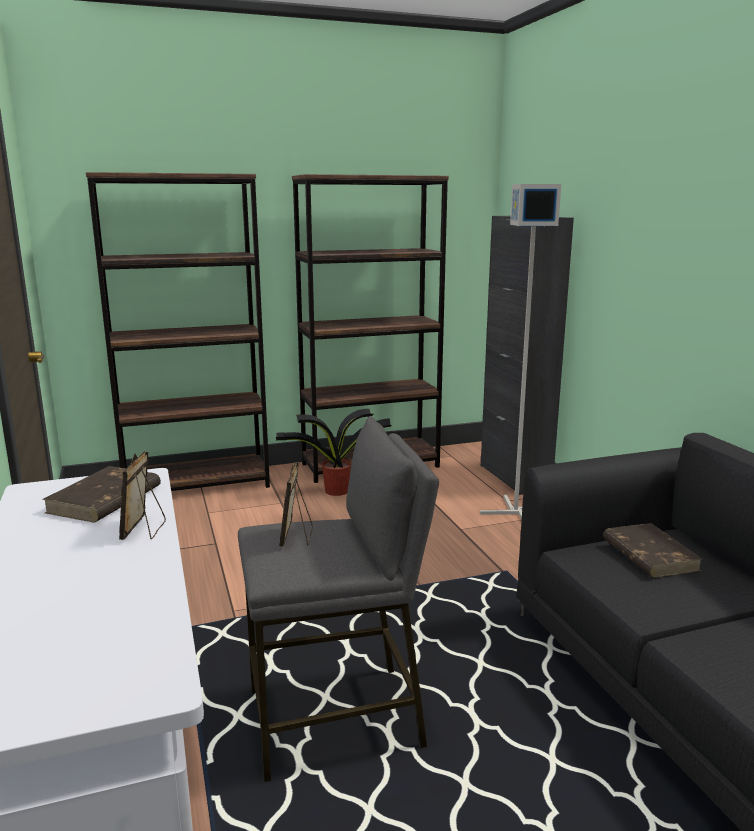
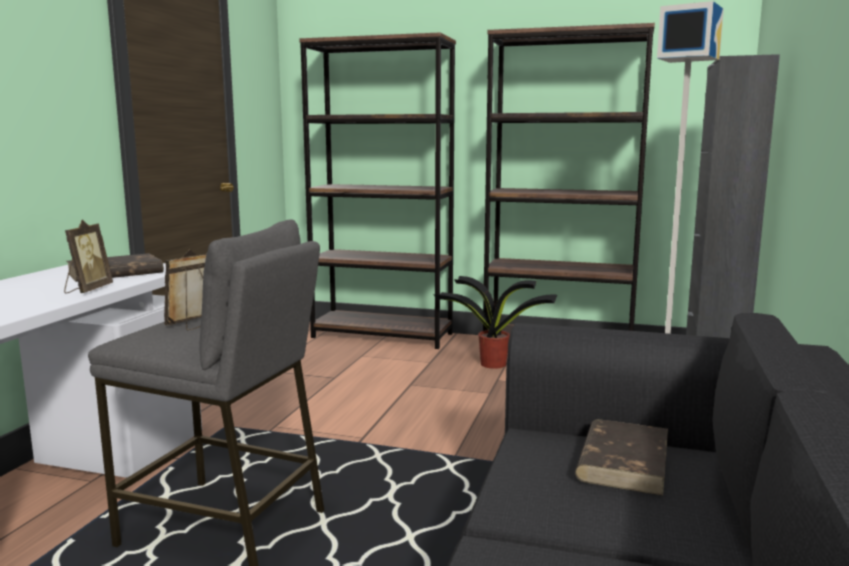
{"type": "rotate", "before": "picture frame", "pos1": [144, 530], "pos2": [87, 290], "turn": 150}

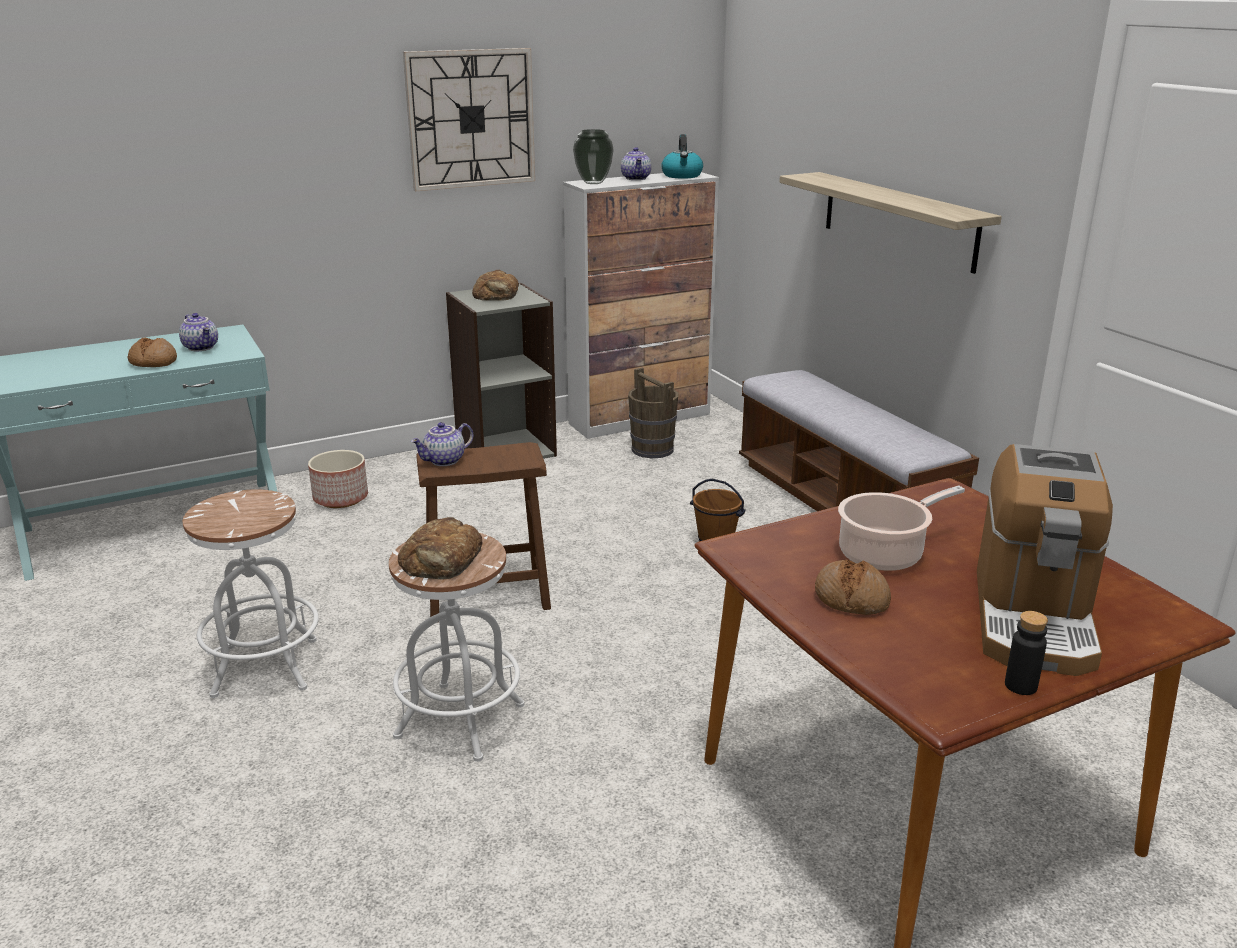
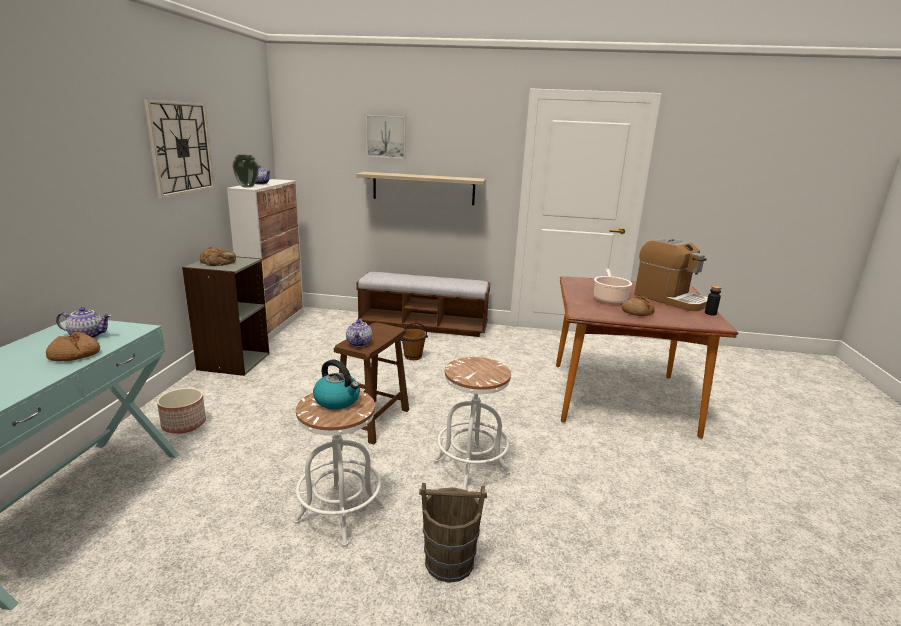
{"type": "move", "before": "kettle", "pos1": [682, 176], "pos2": [338, 400]}
{"type": "insert", "after": "picture", "pos2": [386, 136]}
{"type": "move", "before": "brown bucket", "pos1": [652, 449], "pos2": [448, 562]}
{"type": "delete", "before": "bread", "pos1": [441, 560]}

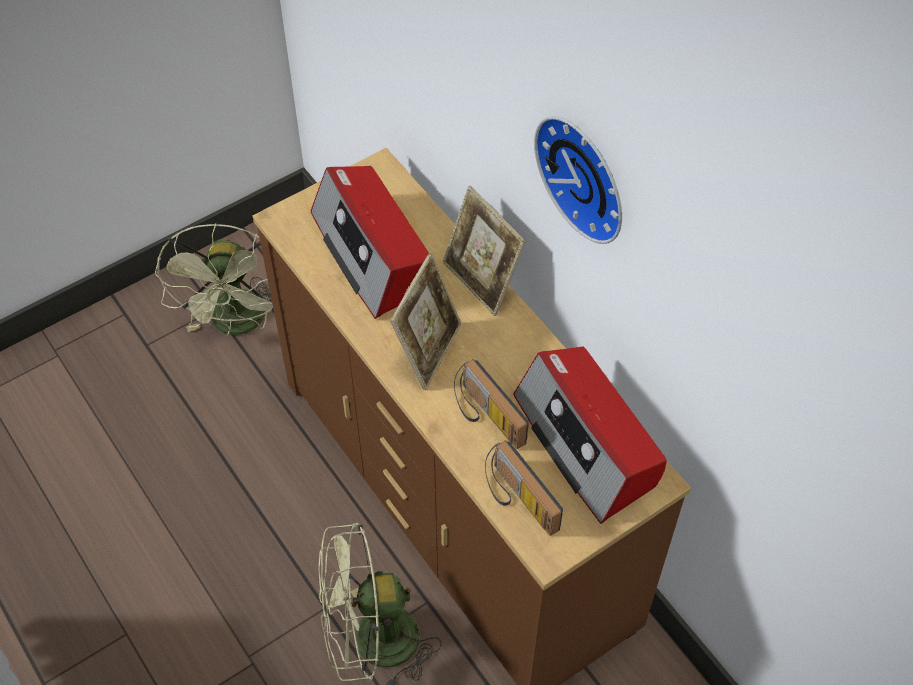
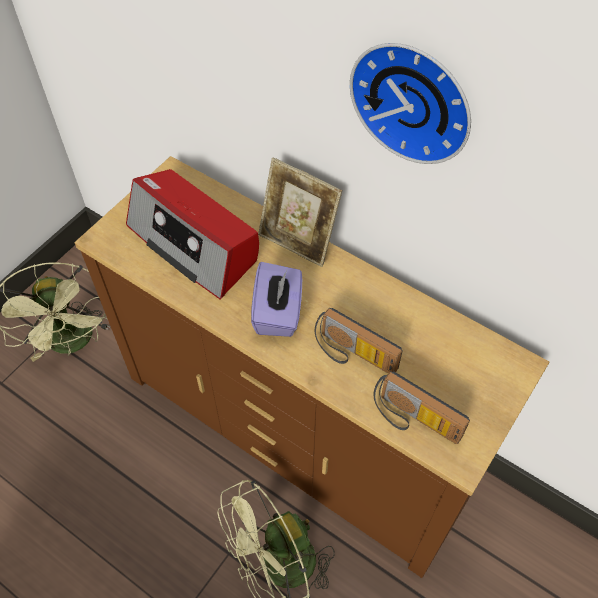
{"type": "replace", "before": "picture frame", "after": "purple tissue box", "pos1": [428, 350], "pos2": [278, 313]}
{"type": "delete", "before": "radio", "pos1": [587, 442]}

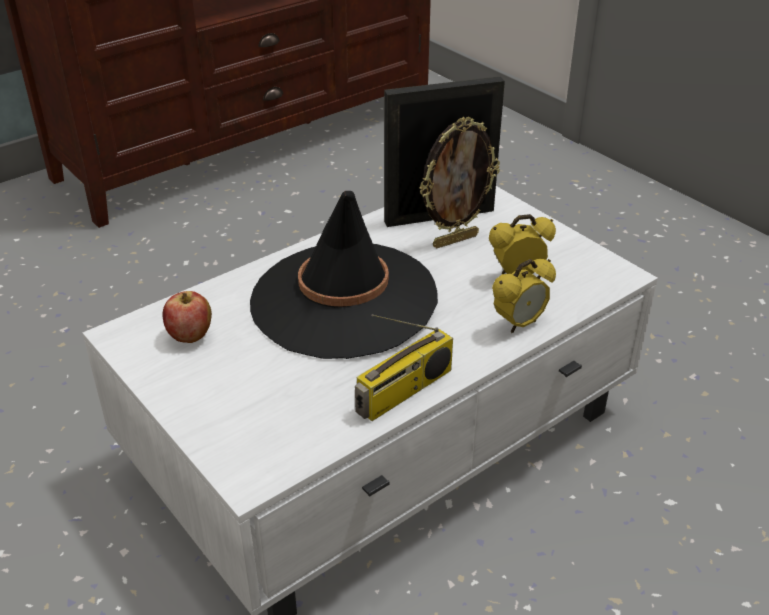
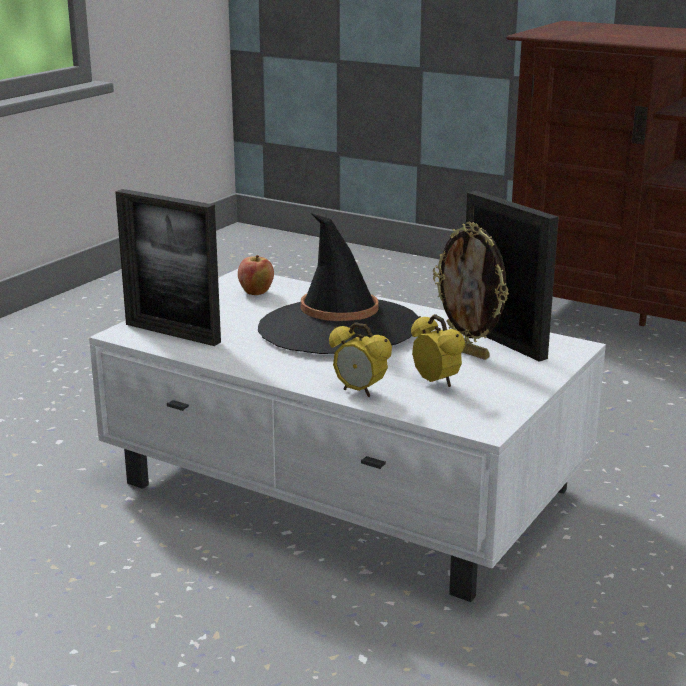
{"type": "insert", "after": "picture frame", "pos2": [172, 333]}
{"type": "delete", "before": "radio", "pos1": [404, 392]}

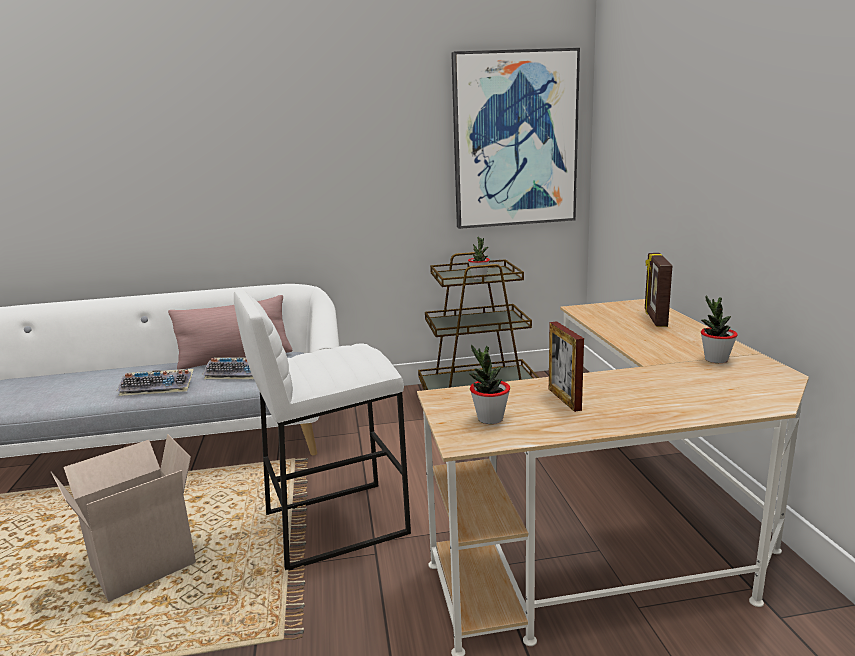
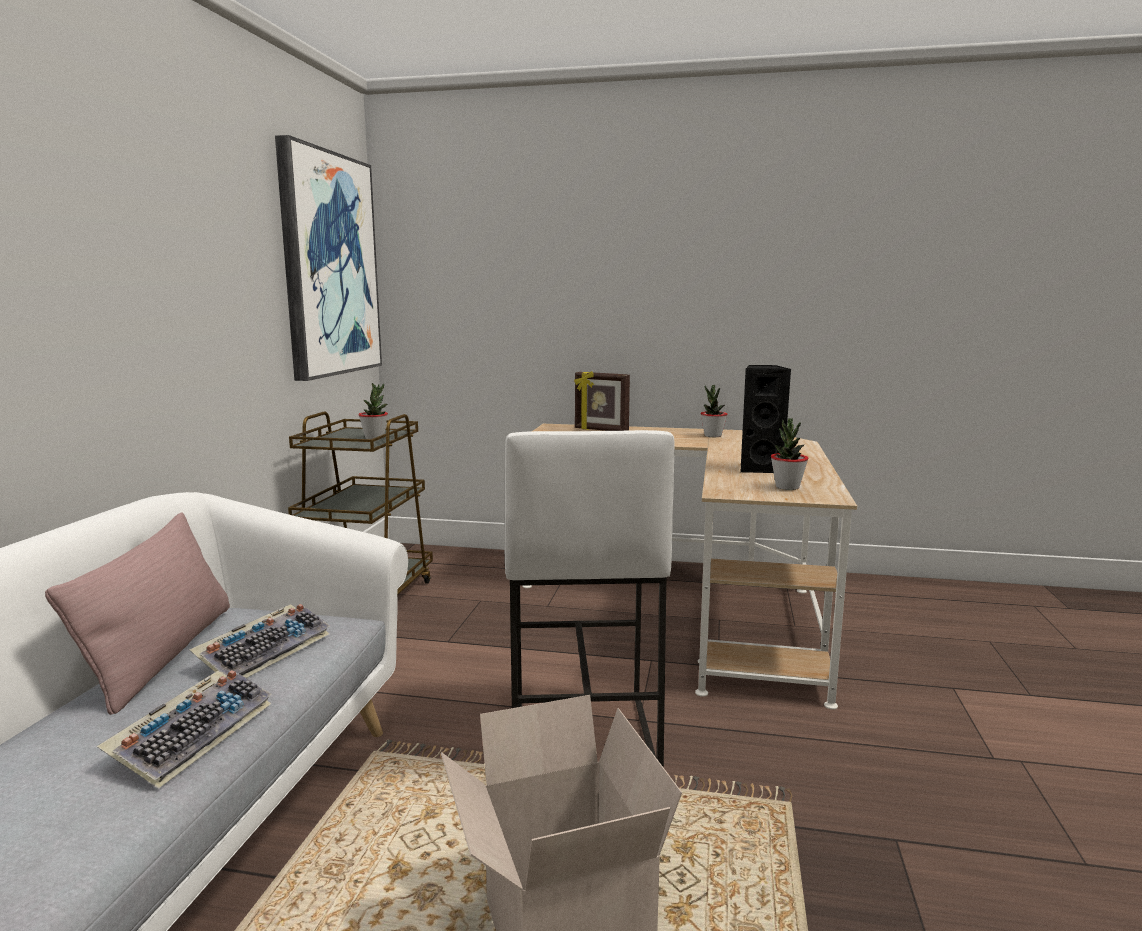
{"type": "replace", "before": "picture frame", "after": "black speaker", "pos1": [564, 399], "pos2": [760, 469]}

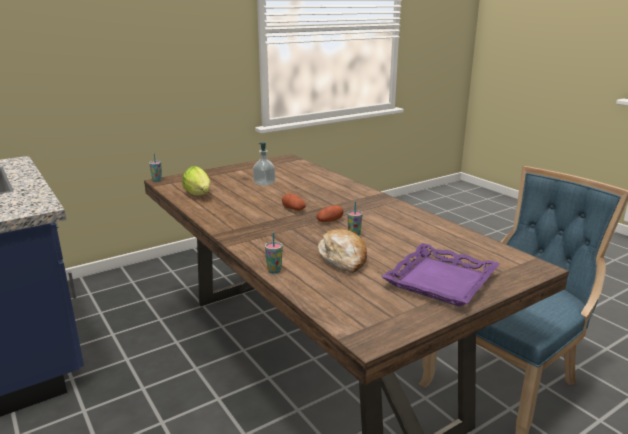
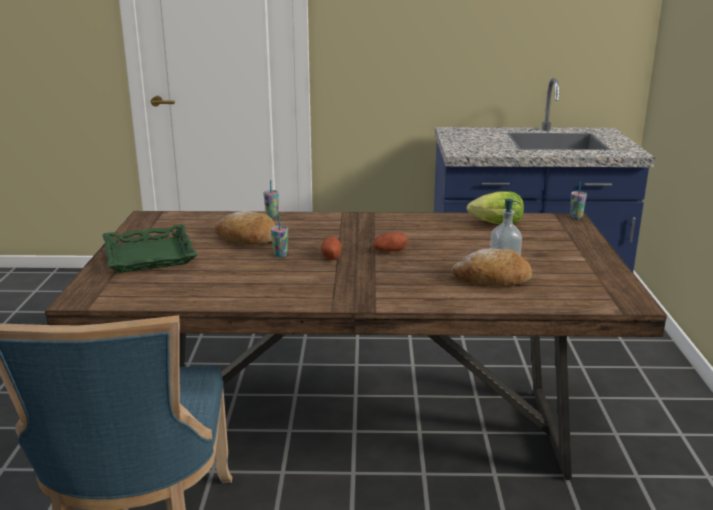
{"type": "recolor", "before": "purple tray", "after": "green tray", "pos1": [440, 280], "pos2": [150, 255]}
{"type": "insert", "after": "bread", "pos2": [493, 279]}

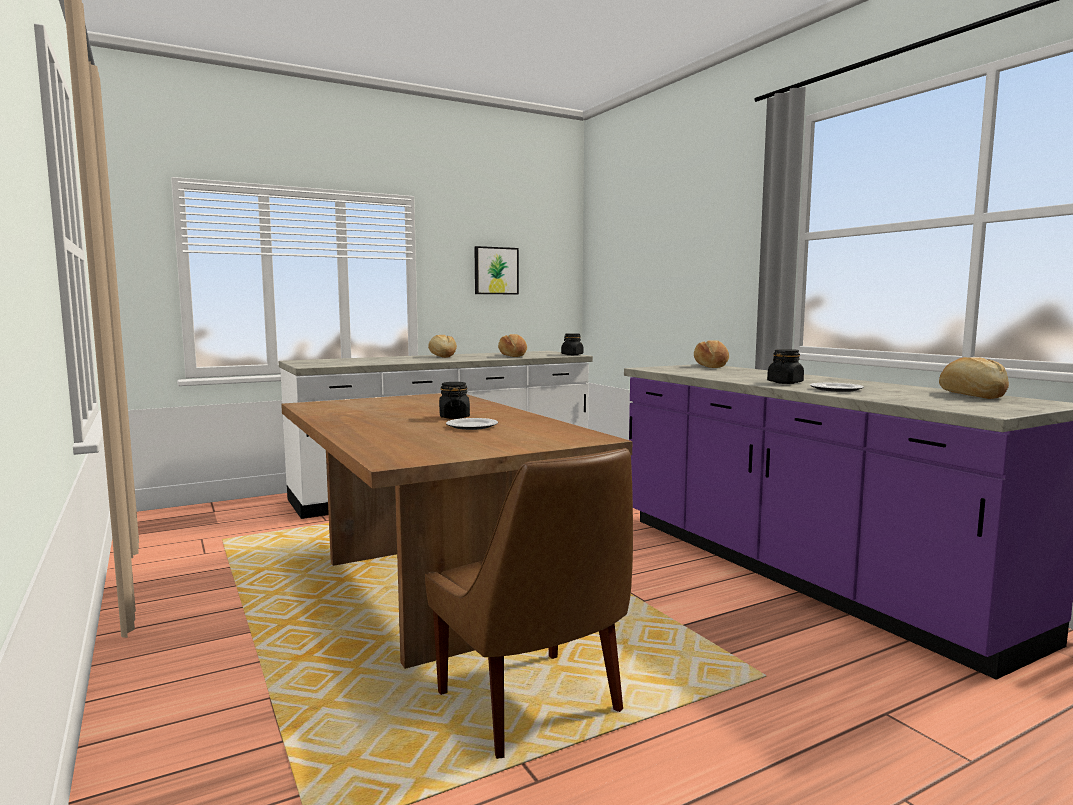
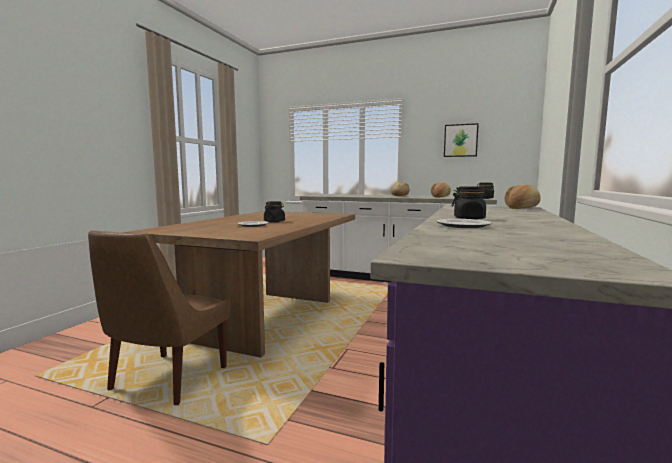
{"type": "delete", "before": "bread", "pos1": [971, 395]}

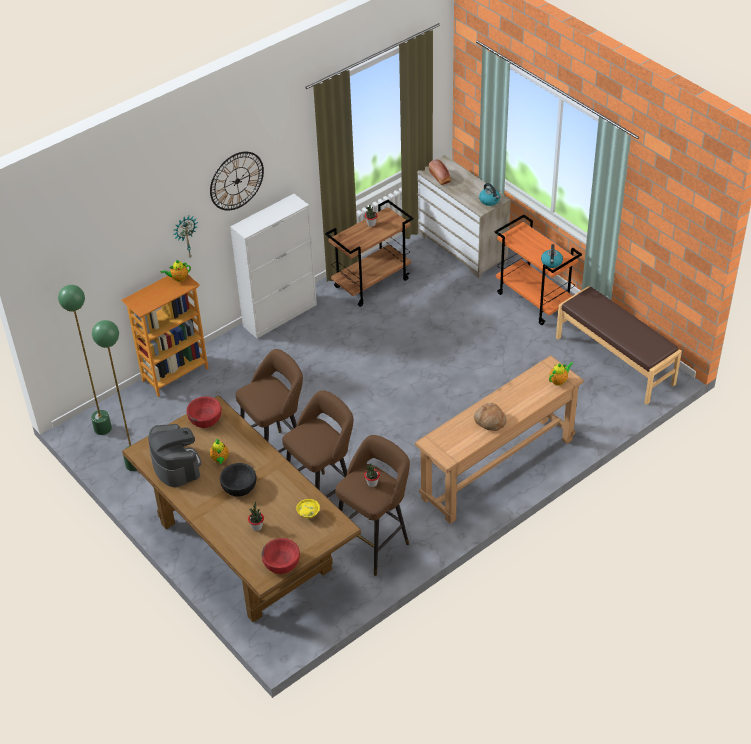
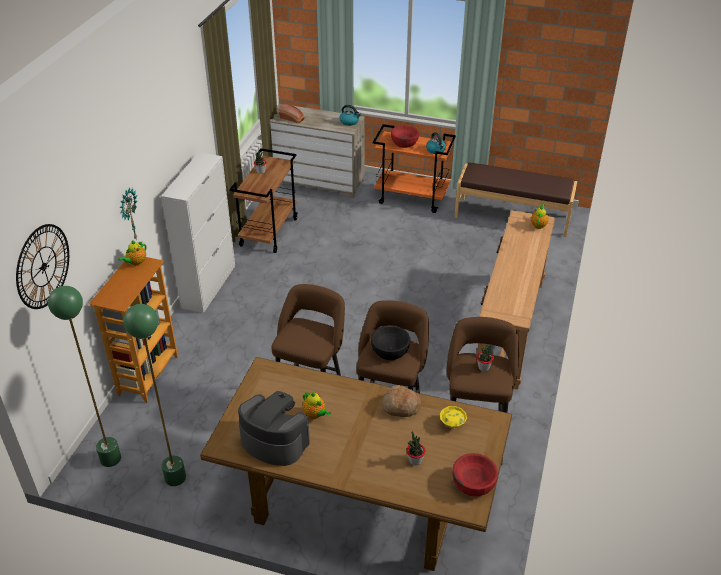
{"type": "move", "before": "wall clock", "pos1": [236, 181], "pos2": [43, 266]}
{"type": "move", "before": "black bowl", "pos1": [239, 486], "pos2": [390, 350]}
{"type": "move", "before": "bread", "pos1": [489, 421], "pos2": [400, 406]}
{"type": "move", "before": "red bowl", "pos1": [205, 419], "pos2": [404, 142]}

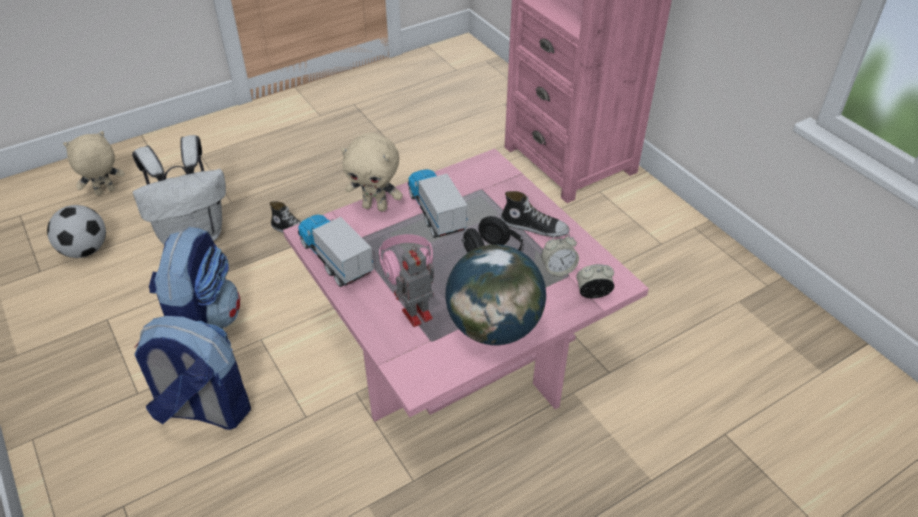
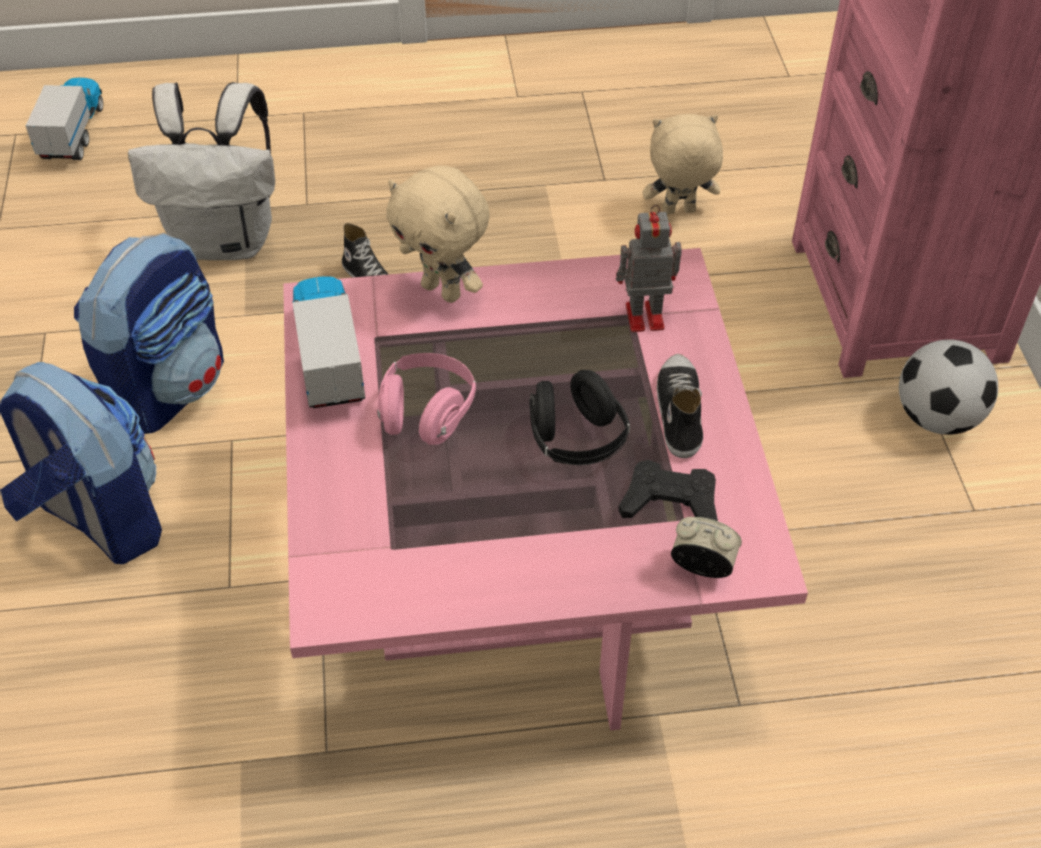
{"type": "move", "before": "toy truck", "pos1": [436, 213], "pos2": [73, 134]}
{"type": "move", "before": "toy robot", "pos1": [415, 315], "pos2": [642, 317]}
{"type": "replace", "before": "alarm clock", "after": "black game controller", "pos1": [558, 269], "pos2": [670, 502]}
{"type": "move", "before": "beige plush toy", "pos1": [105, 192], "pos2": [678, 212]}
{"type": "rotate", "before": "shoe", "pos1": [534, 227], "pos2": [678, 411], "turn": -135}
{"type": "move", "before": "football", "pos1": [85, 250], "pos2": [937, 418]}
{"type": "delete", "before": "globe", "pos1": [493, 327]}

